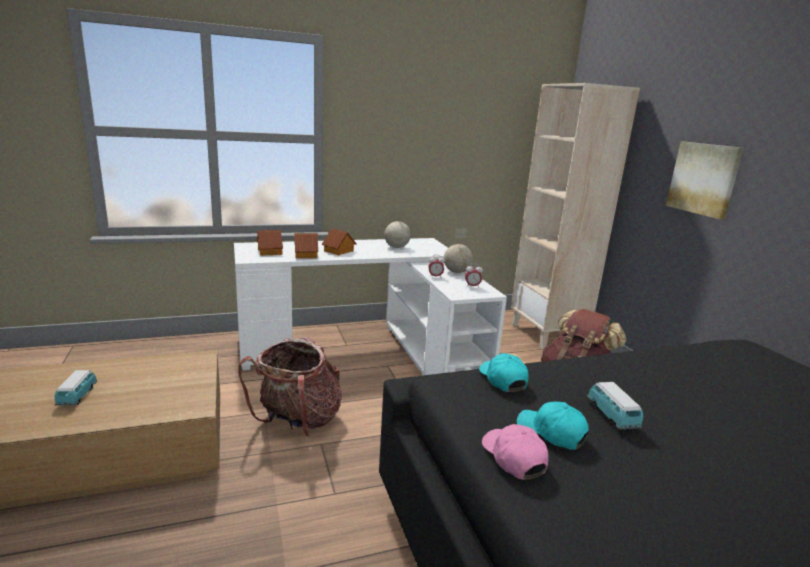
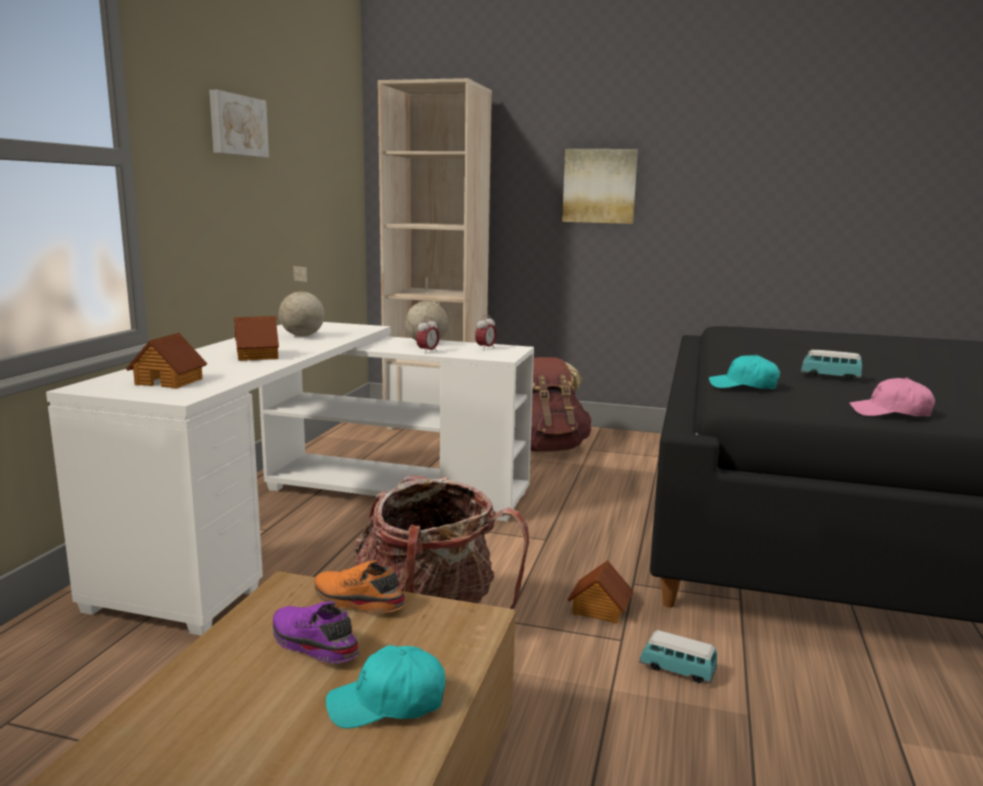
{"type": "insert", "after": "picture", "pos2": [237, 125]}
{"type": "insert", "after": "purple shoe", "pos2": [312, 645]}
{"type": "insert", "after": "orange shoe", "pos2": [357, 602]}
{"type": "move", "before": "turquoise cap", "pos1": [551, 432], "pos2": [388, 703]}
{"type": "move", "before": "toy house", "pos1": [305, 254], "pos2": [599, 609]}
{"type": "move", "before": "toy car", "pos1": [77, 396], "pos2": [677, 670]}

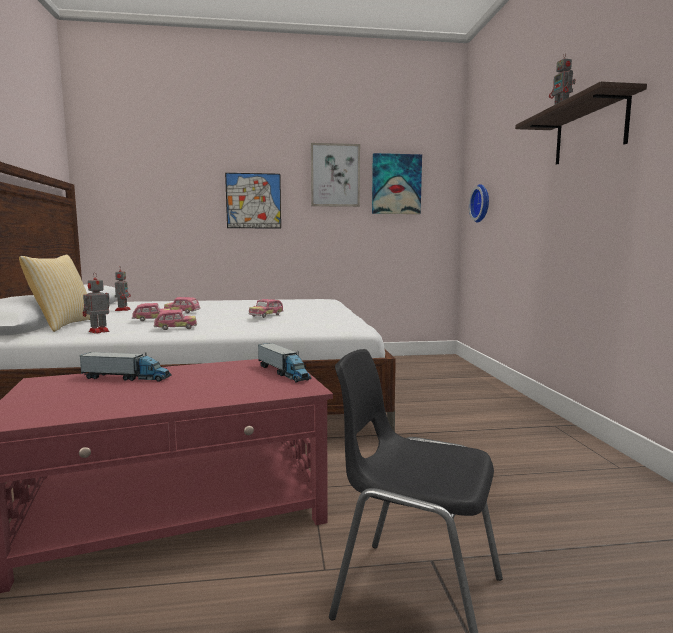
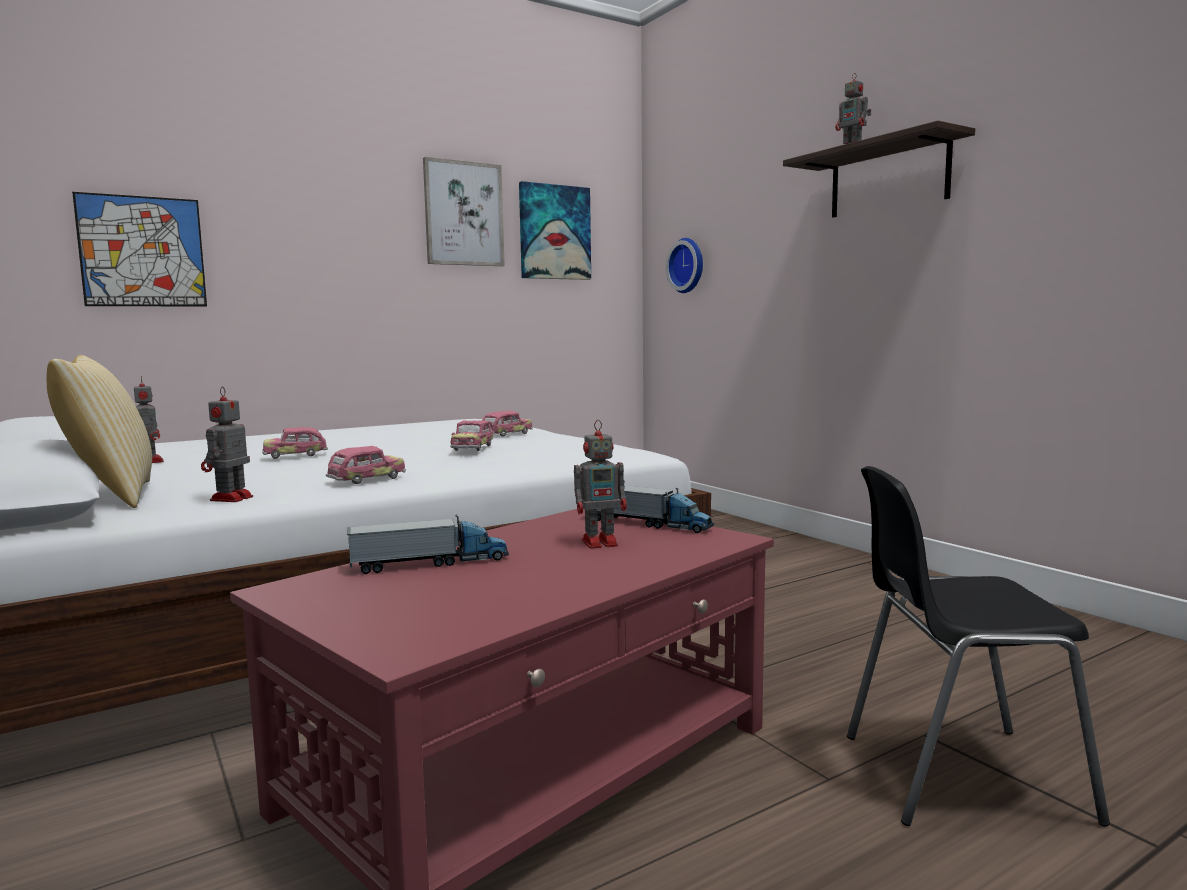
{"type": "move", "before": "picture", "pos1": [253, 201], "pos2": [142, 251]}
{"type": "move", "before": "toy car", "pos1": [152, 320], "pos2": [506, 434]}
{"type": "insert", "after": "toy robot", "pos2": [601, 542]}

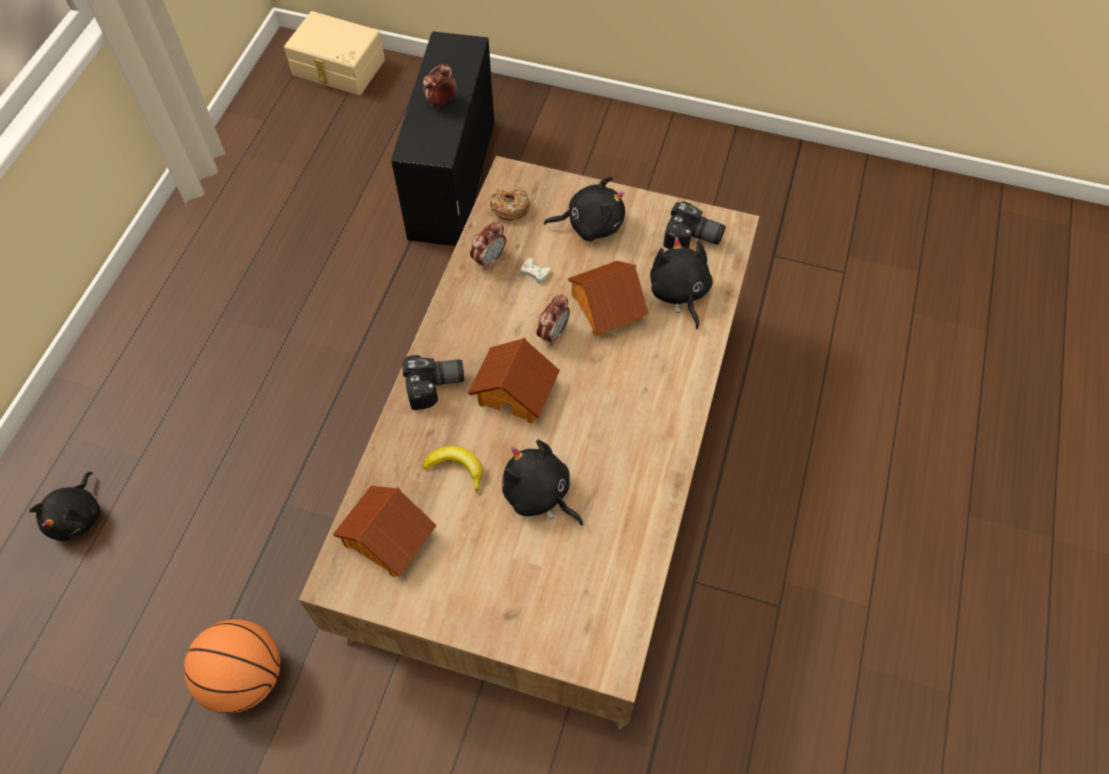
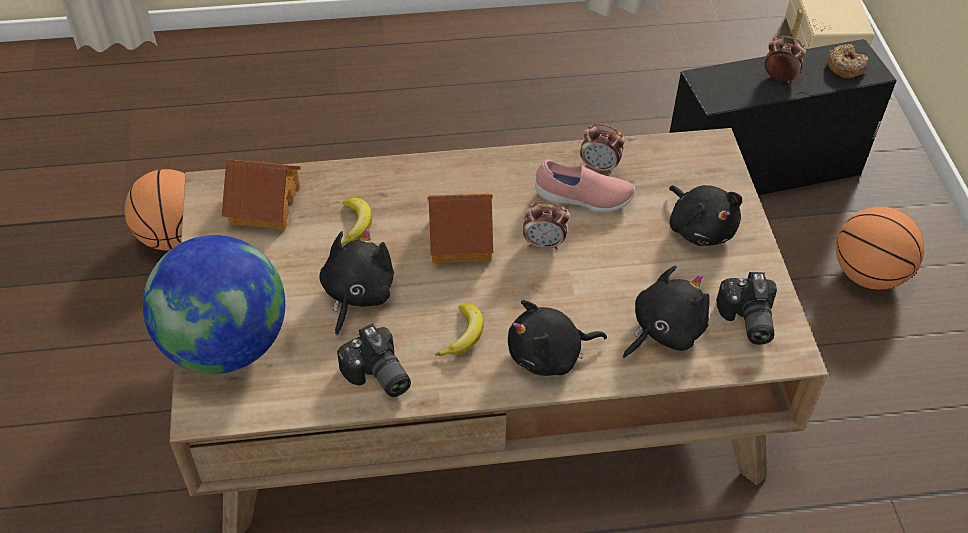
{"type": "insert", "after": "globe", "pos2": [226, 345]}
{"type": "move", "before": "photo camera", "pos1": [436, 386], "pos2": [377, 376]}
{"type": "insert", "after": "banana", "pos2": [463, 335]}
{"type": "move", "before": "black plush toy", "pos1": [77, 516], "pos2": [549, 355]}
{"type": "replace", "before": "white game controller", "after": "pink shoe", "pos1": [519, 286], "pos2": [583, 199]}
{"type": "move", "before": "donut", "pos1": [510, 207], "pos2": [845, 66]}
{"type": "insert", "after": "basketball", "pos2": [868, 274]}
{"type": "delete", "before": "toy house", "pos1": [605, 306]}

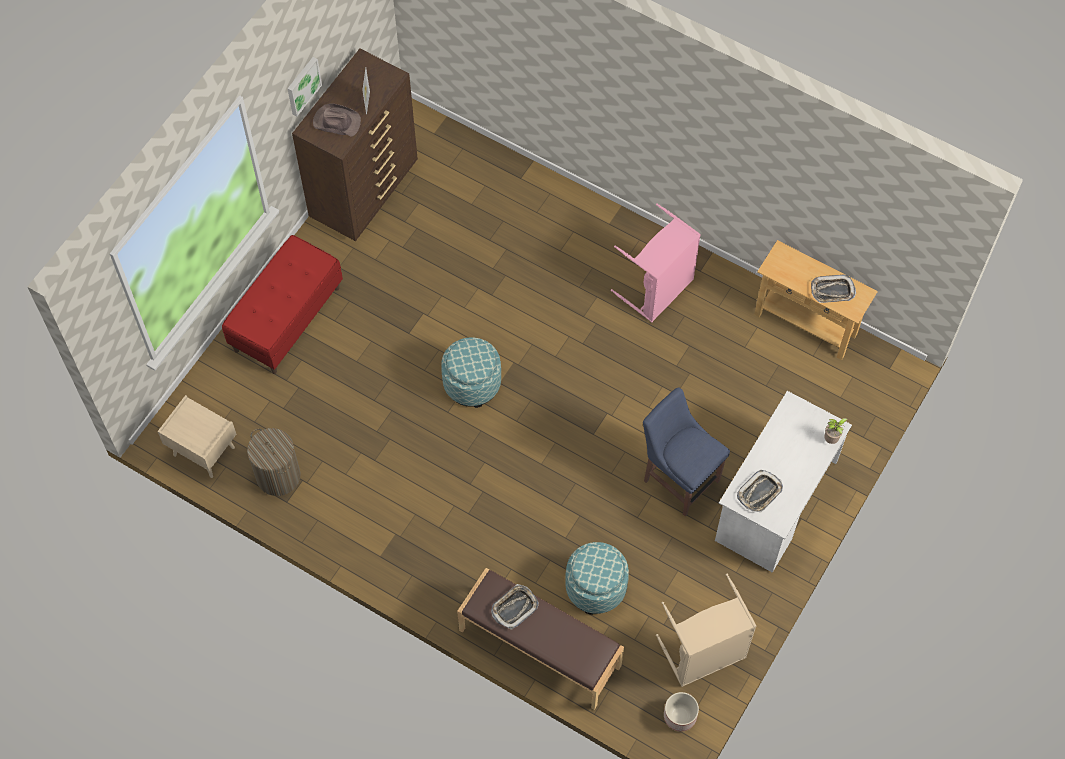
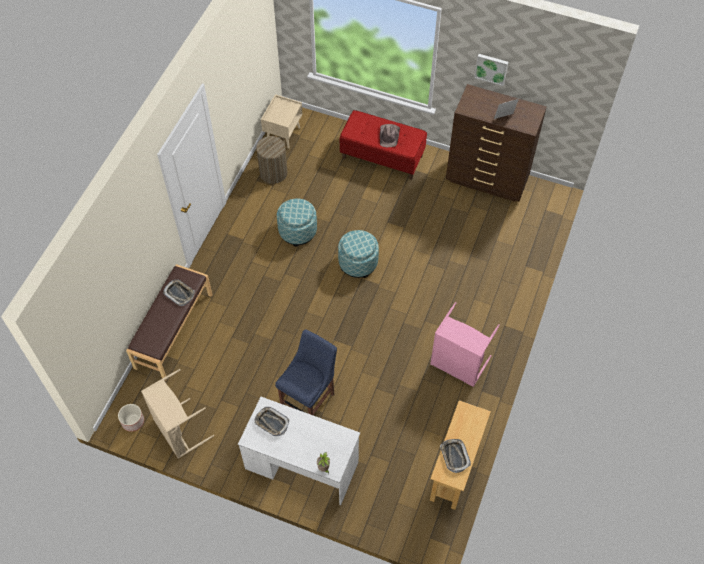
{"type": "move", "before": "ottoman", "pos1": [595, 587], "pos2": [297, 231]}
{"type": "move", "before": "brown hat", "pos1": [336, 122], "pos2": [389, 136]}

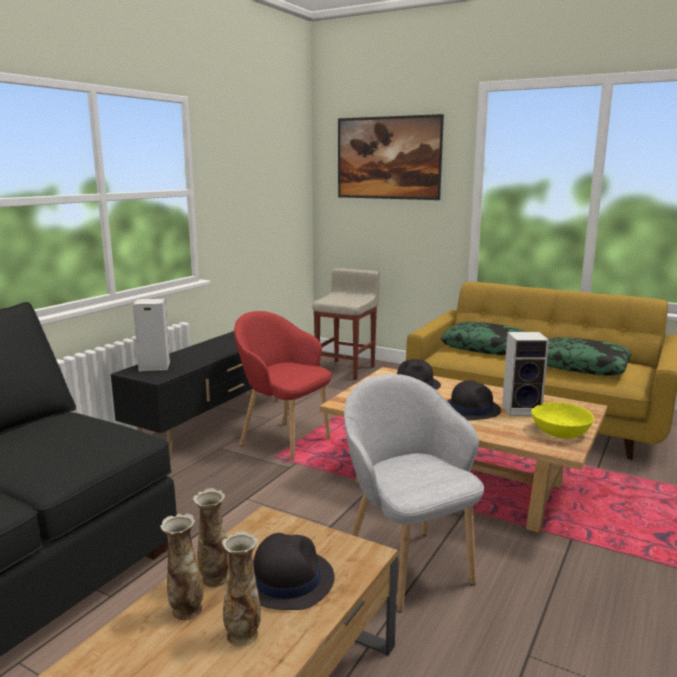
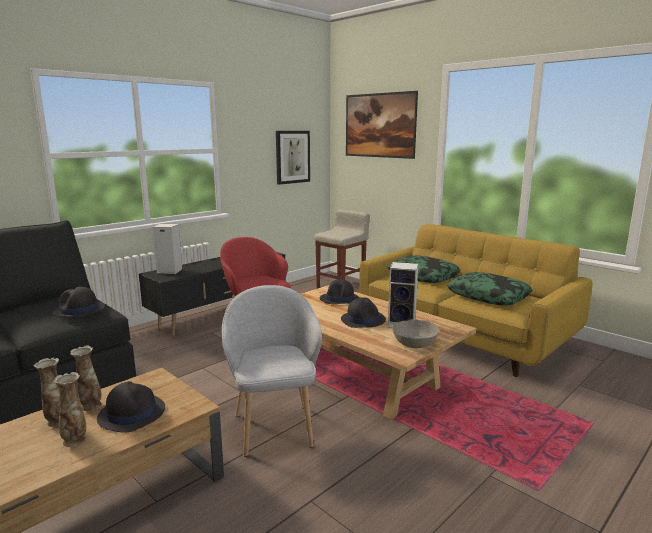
{"type": "insert", "after": "black hat", "pos2": [79, 310]}
{"type": "insert", "after": "picture", "pos2": [292, 157]}
{"type": "recolor", "before": "yellow bowl", "after": "grey bowl", "pos1": [560, 432], "pos2": [414, 343]}

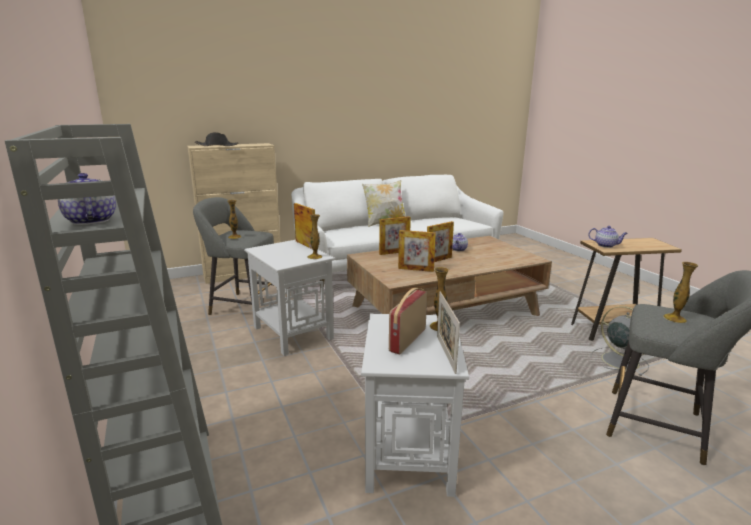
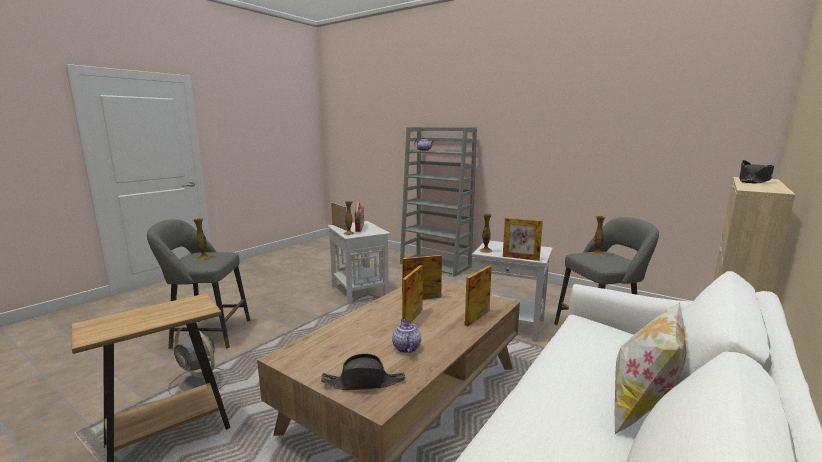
{"type": "insert", "after": "black hat", "pos2": [364, 382]}
{"type": "delete", "before": "teapot", "pos1": [606, 245]}

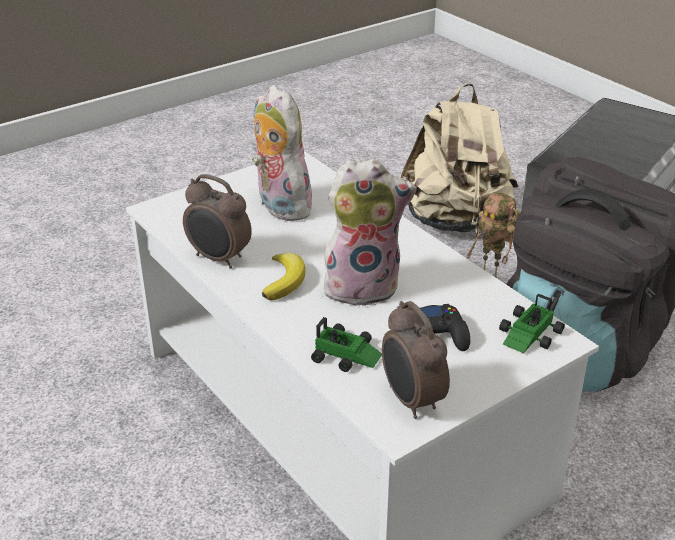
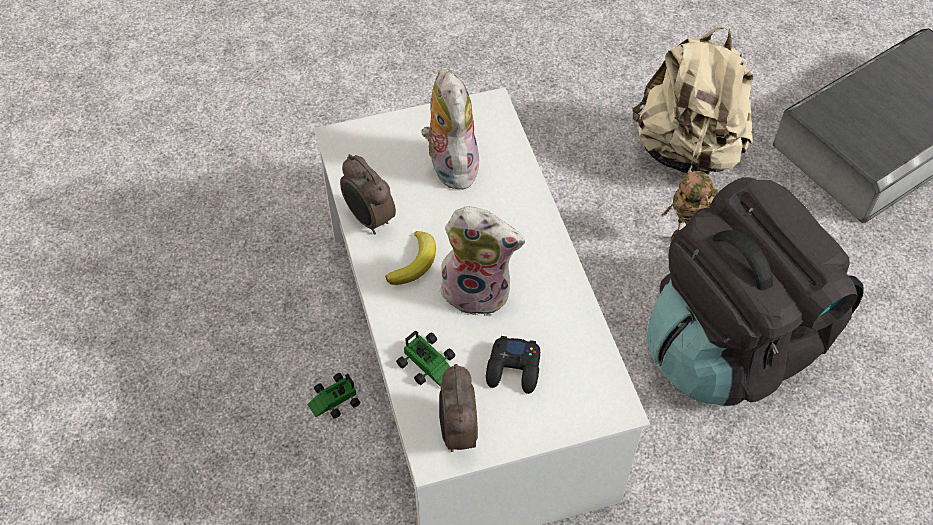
{"type": "move", "before": "toy car", "pos1": [527, 335], "pos2": [332, 400]}

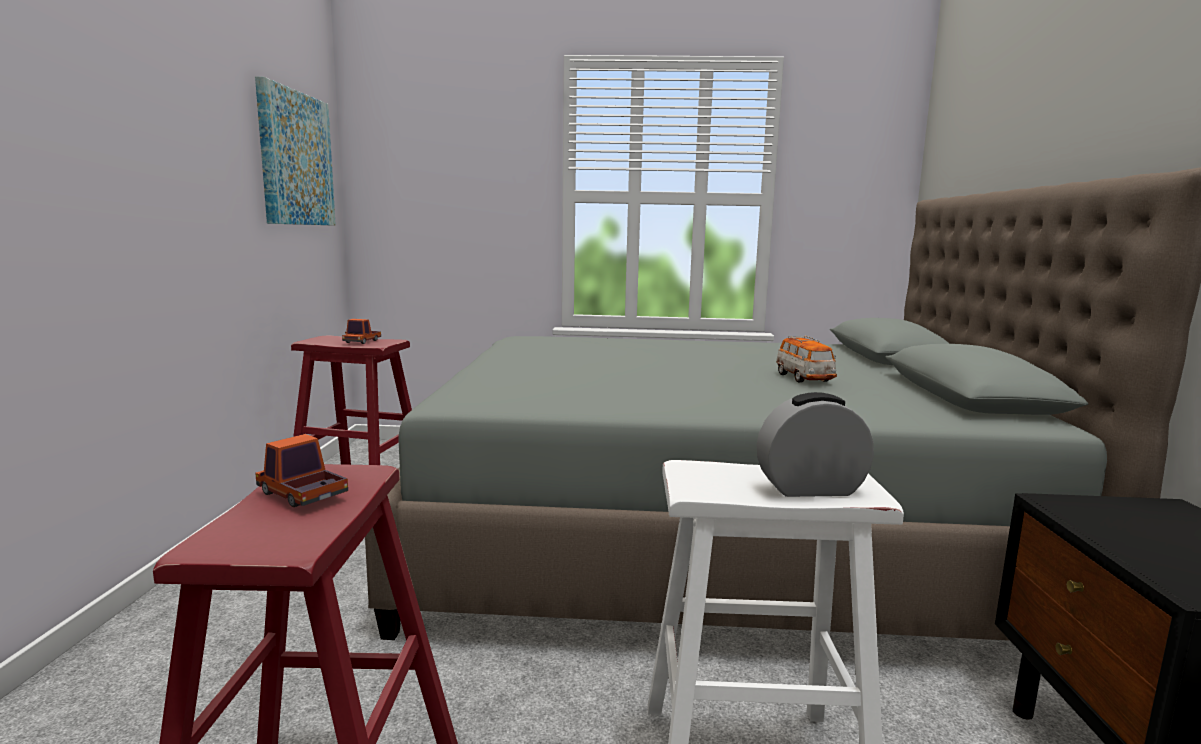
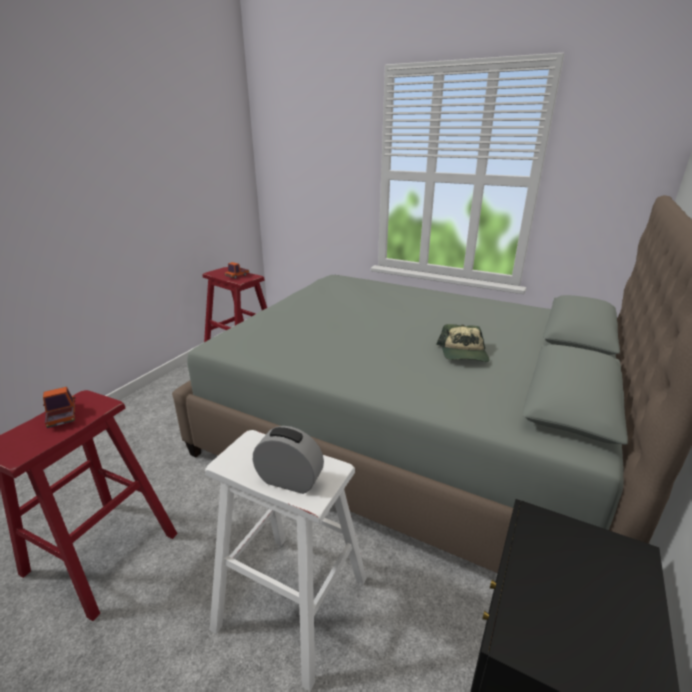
{"type": "replace", "before": "toy car", "after": "cap", "pos1": [804, 378], "pos2": [463, 354]}
{"type": "delete", "before": "picture", "pos1": [295, 159]}

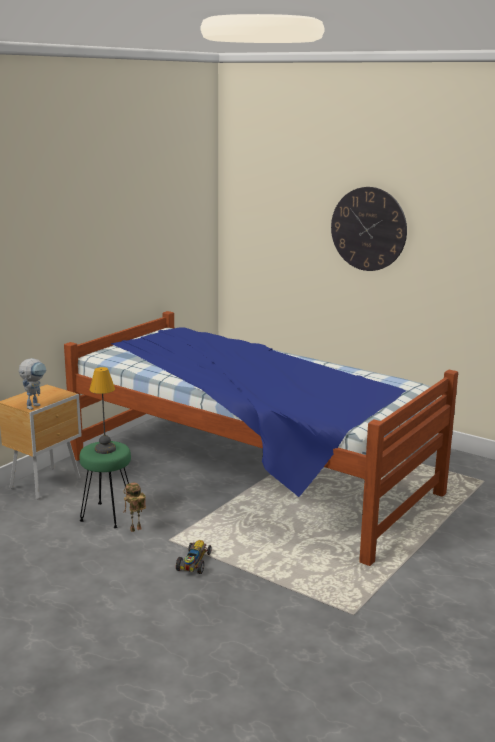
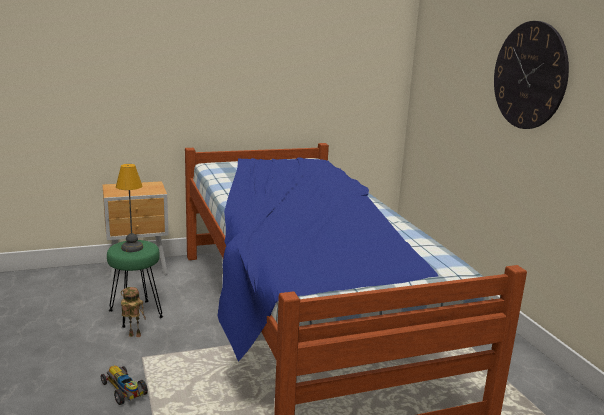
{"type": "rotate", "before": "toy car", "pos1": [194, 564], "pos2": [124, 391], "turn": -90}
{"type": "delete", "before": "toy robot", "pos1": [35, 405]}

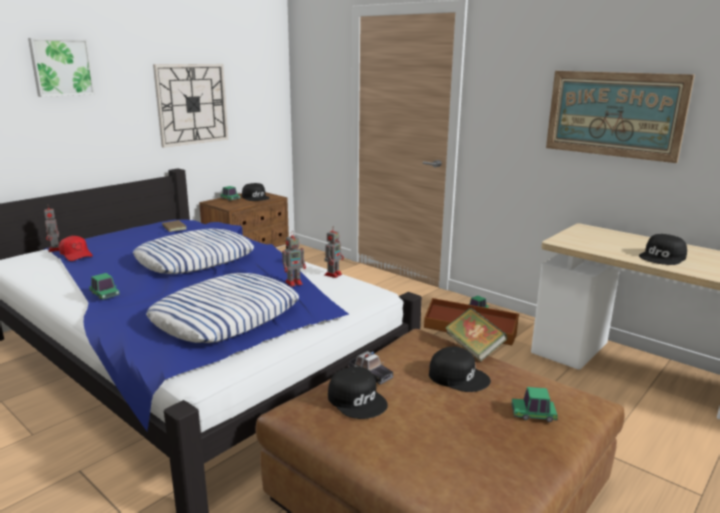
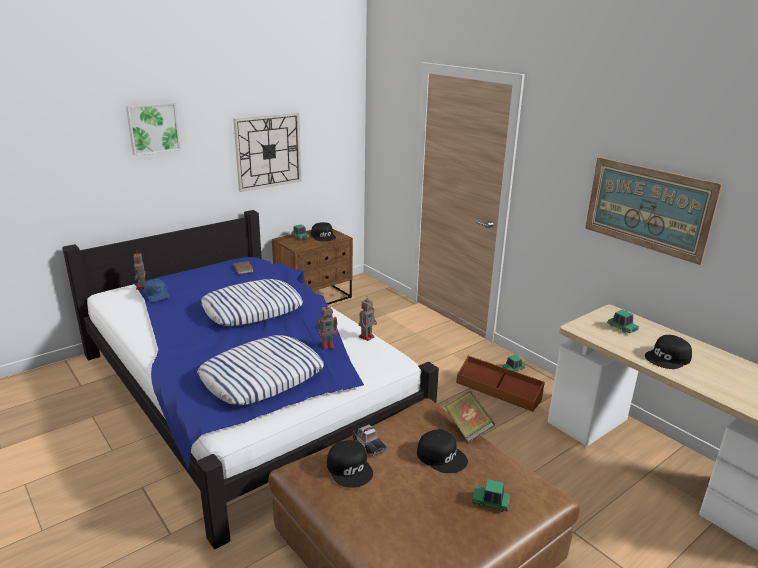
{"type": "recolor", "before": "red cap", "after": "blue cap", "pos1": [76, 255], "pos2": [157, 295]}
{"type": "move", "before": "toy car", "pos1": [104, 295], "pos2": [622, 328]}

